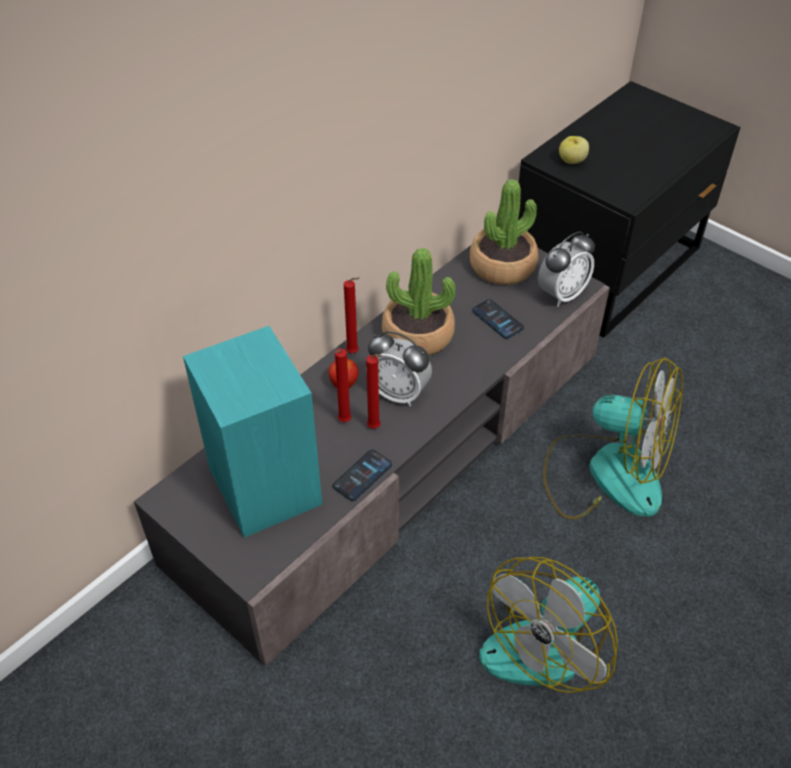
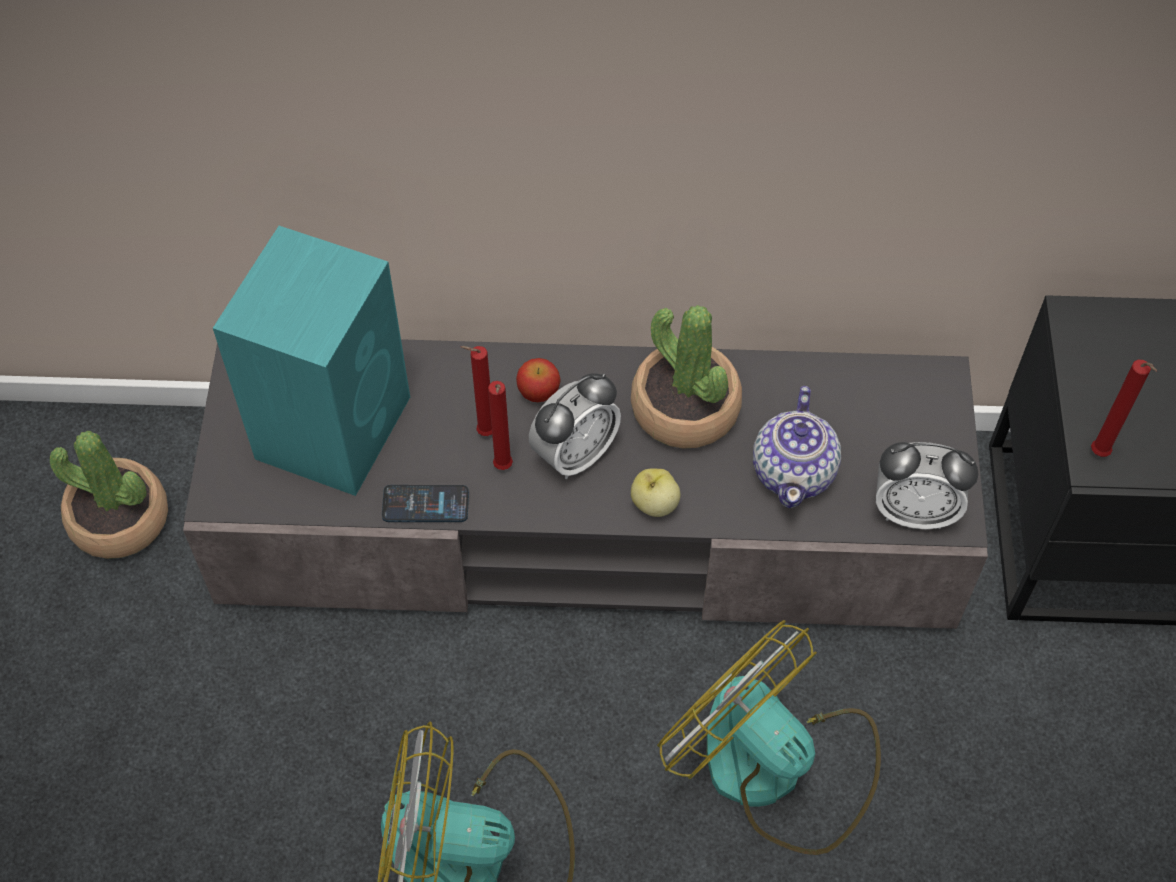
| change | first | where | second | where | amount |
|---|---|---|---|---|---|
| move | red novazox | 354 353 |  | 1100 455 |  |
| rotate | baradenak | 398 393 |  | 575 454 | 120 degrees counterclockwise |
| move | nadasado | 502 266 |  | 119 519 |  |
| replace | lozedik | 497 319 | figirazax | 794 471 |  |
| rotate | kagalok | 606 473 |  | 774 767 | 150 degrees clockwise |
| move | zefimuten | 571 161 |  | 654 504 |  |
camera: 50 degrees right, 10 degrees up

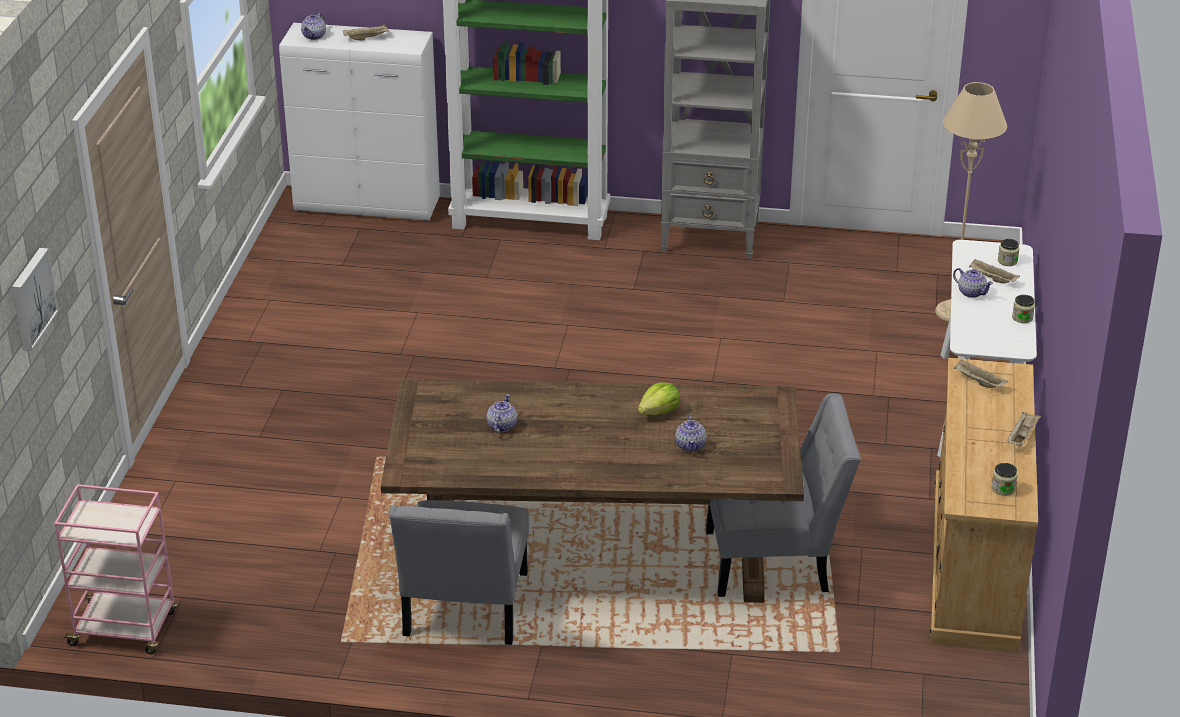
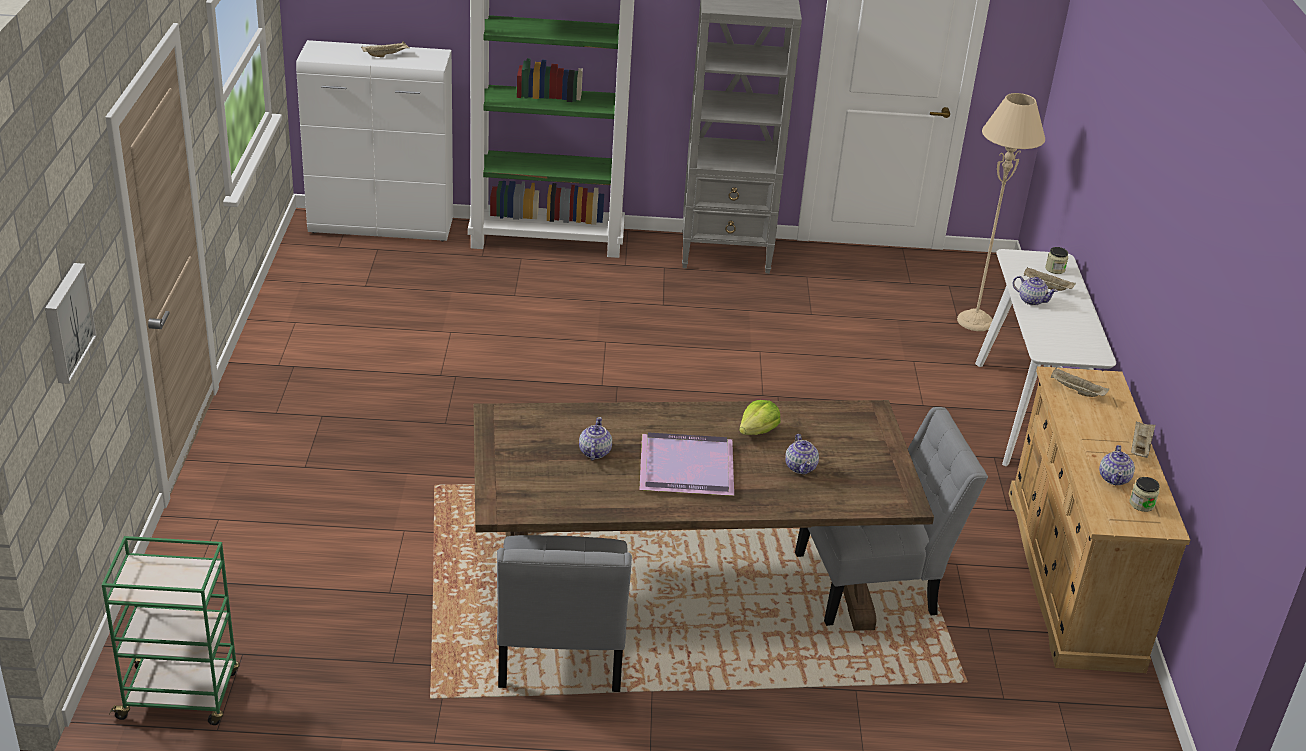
| change | first | where | second | where | amount |
|---|---|---|---|---|---|
| recolor | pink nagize | 125 629 | green nagize | 181 696 |  |
| move | figirazax | 314 36 |  | 1114 478 |  |
| delete | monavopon | 1022 318 |  |  |  |
| insert |  |  | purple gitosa | 684 466 |  |
camera: 10 degrees left, 0 degrees up

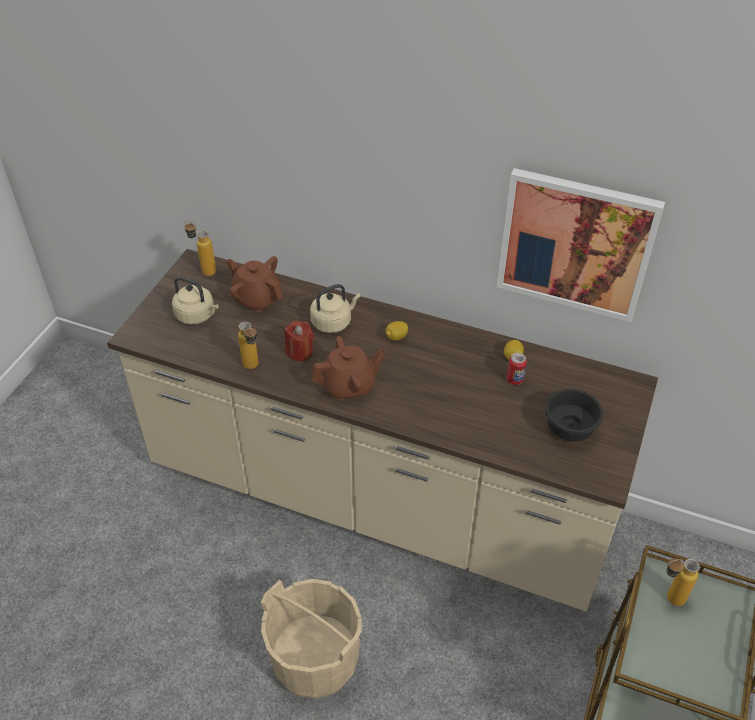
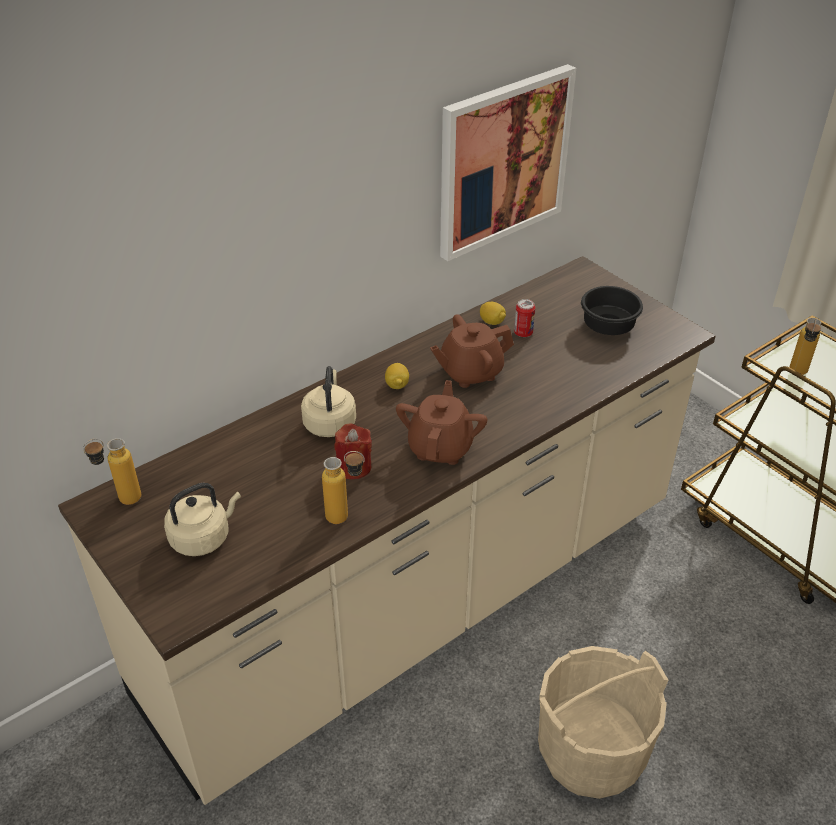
| change | first | where | second | where | amount |
|---|---|---|---|---|---|
| move | brown figirazax | 257 299 |  | 470 372 |  |
camera: 60 degrees left, 5 degrees down

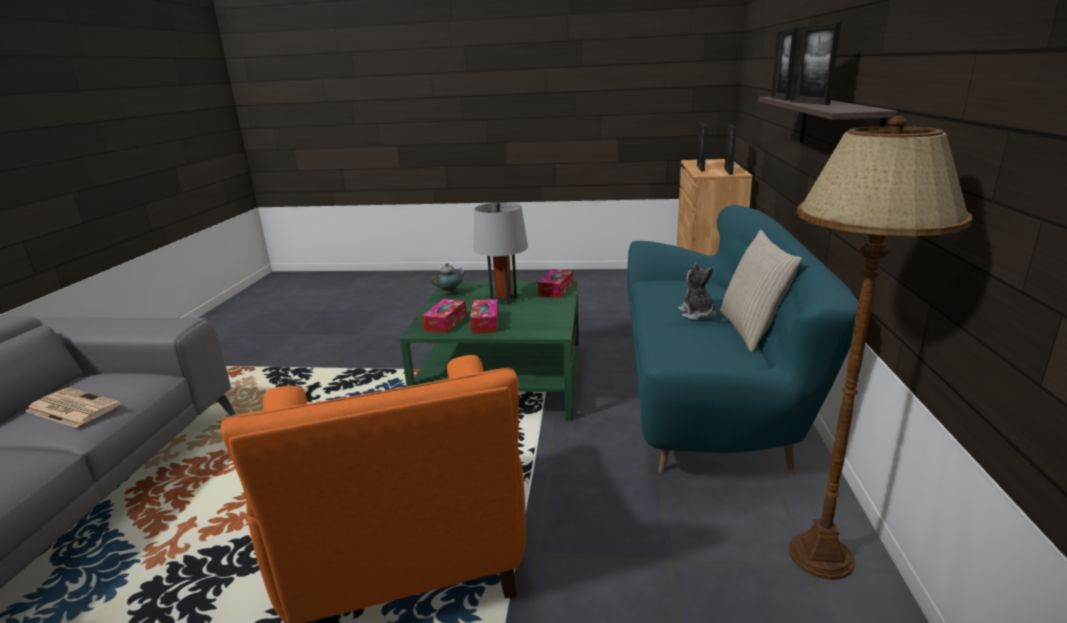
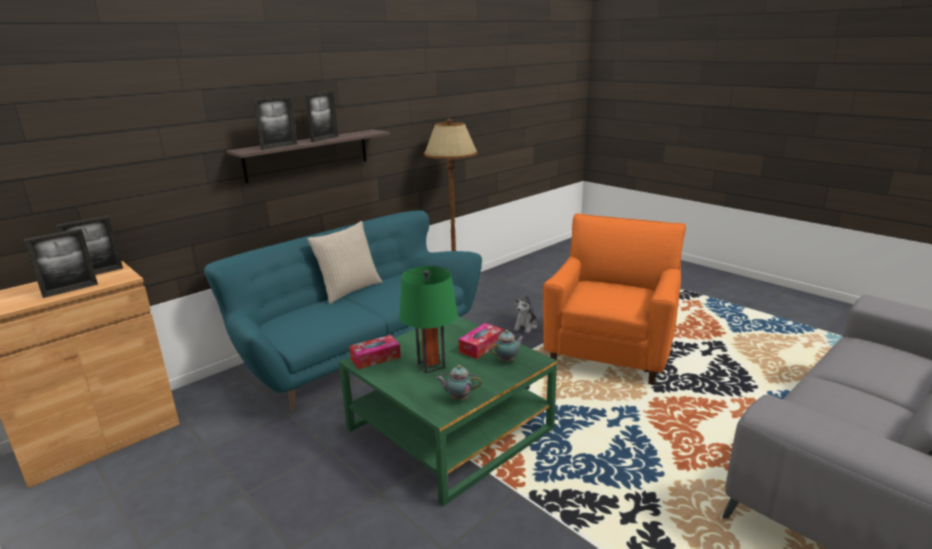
| change | first | where | second | where | amount |
|---|---|---|---|---|---|
| delete | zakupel | 72 408 |  |  |  |
| replace | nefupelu | 445 322 | figirazax | 507 360 |  |
| recolor | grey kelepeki | 504 300 | green kelepeki | 431 366 |  |
| move | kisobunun | 697 314 |  | 526 326 |  |
camera: 140 degrees left, 0 degrees up

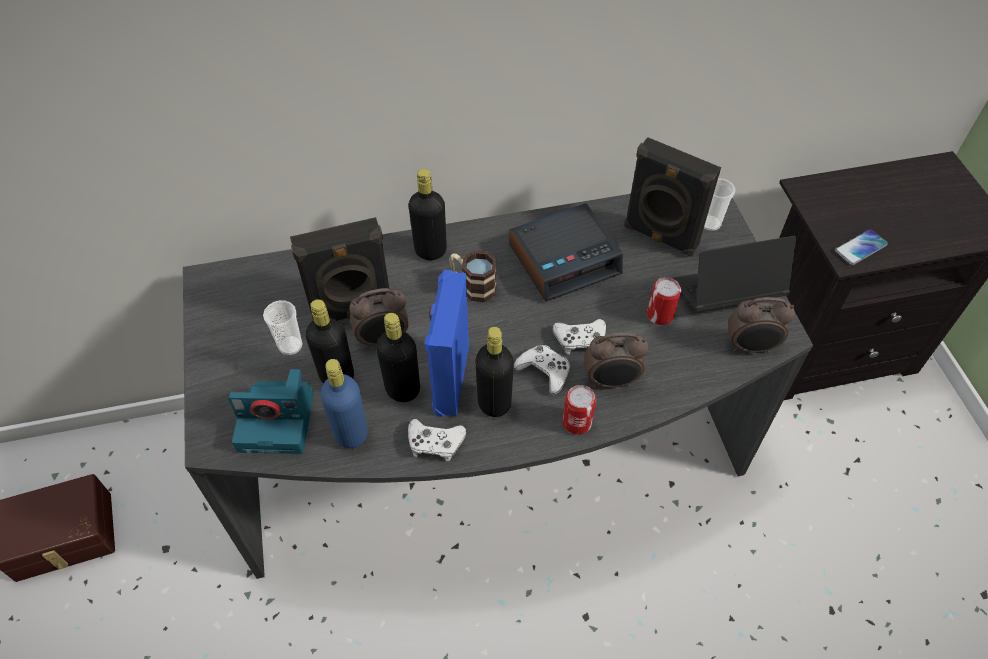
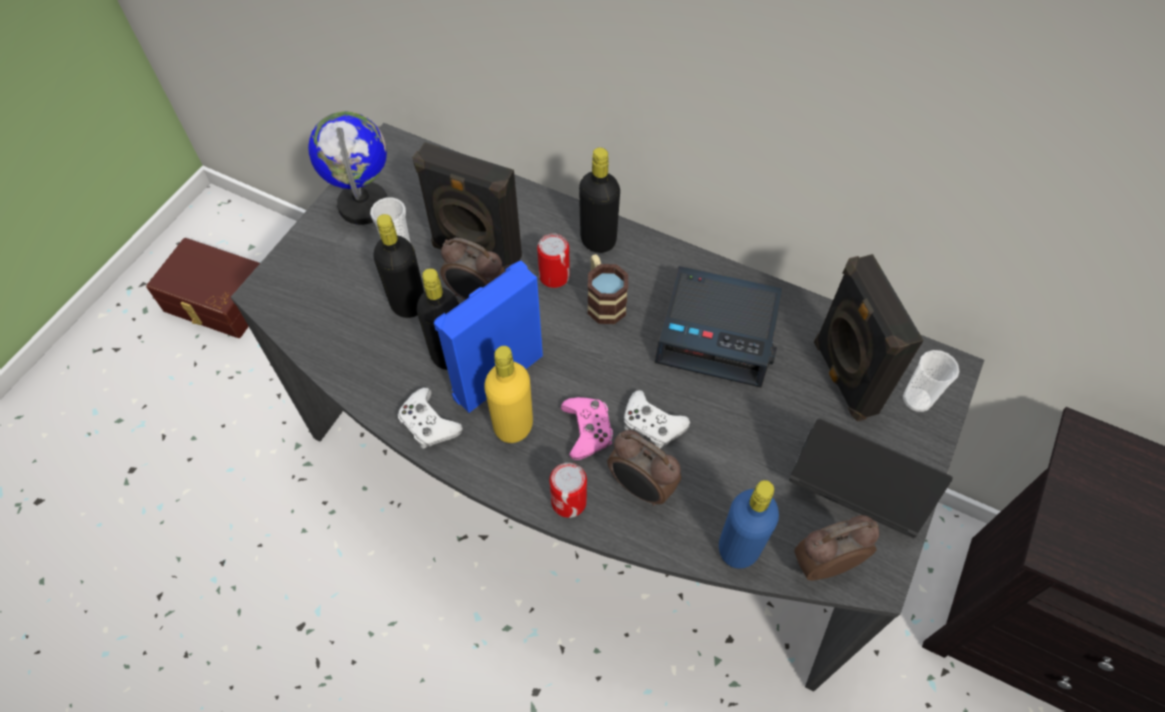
| change | first | where | second | where | amount |
|---|---|---|---|---|---|
| delete | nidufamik | 278 420 |  |  |  |
| move | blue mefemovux | 351 433 |  | 738 548 |  |
| recolor | black mefemovux | 494 403 | yellow mefemovux | 513 426 |  |
| recolor | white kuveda | 544 371 | pink kuveda | 587 430 |  |
| move | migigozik | 660 315 |  | 554 276 |  |
| rotate | baradenak | 750 347 |  | 823 562 | 120 degrees clockwise |
| delete | lozedik | 860 248 |  |  |  |
| insert |  |  | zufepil | 364 205 |  |
camera: 40 degrees right, 5 degrees up

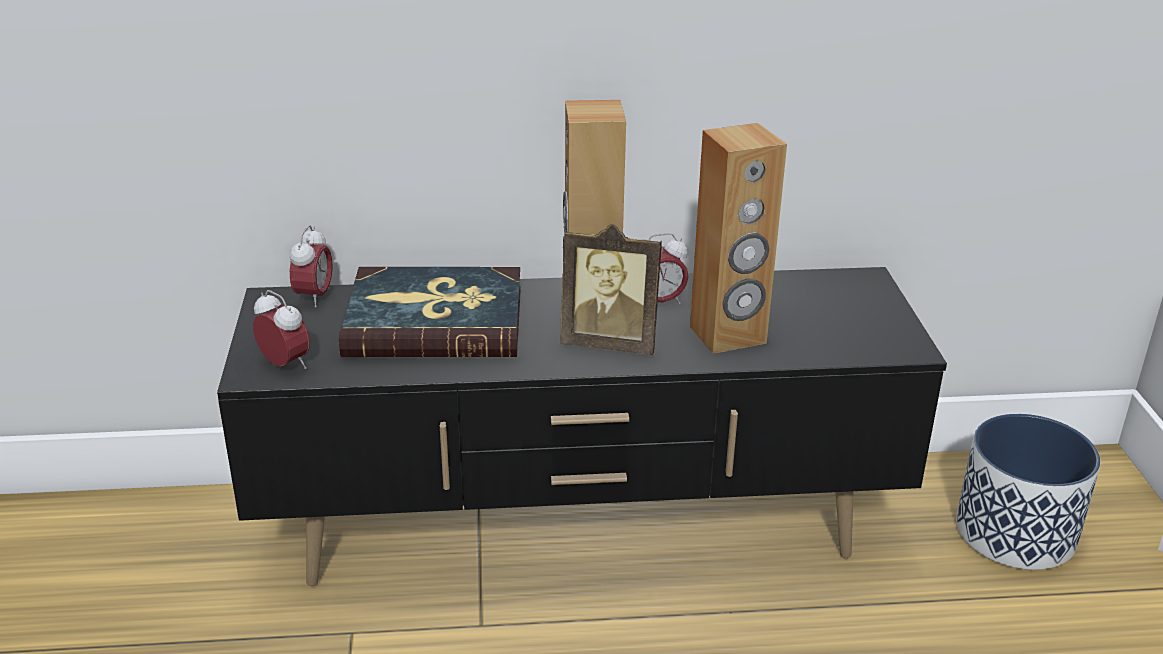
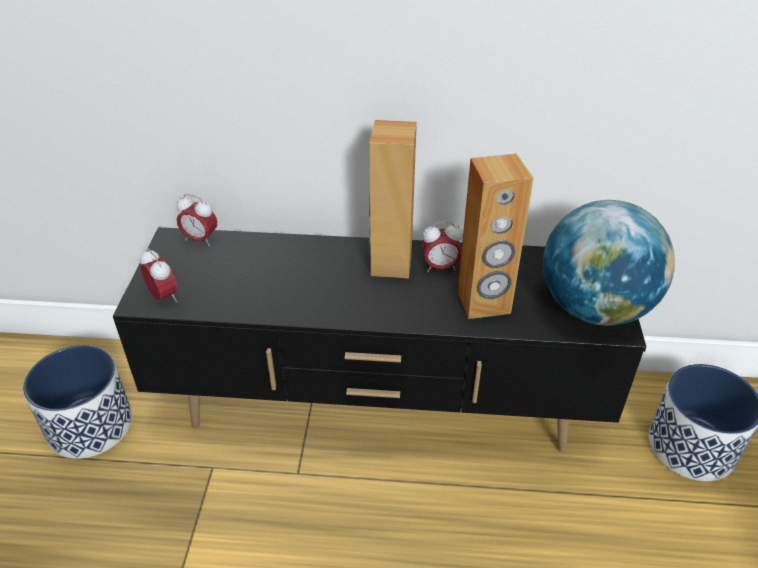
| change | first | where | second | where | amount |
|---|---|---|---|---|---|
| rotate | baradenak | 314 297 |  | 200 239 | 90 degrees clockwise |
| delete | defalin | 435 321 |  |  |  |
| delete | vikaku | 610 342 |  |  |  |
| insert |  |  | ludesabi | 90 425 |  |
| insert |  |  | zufepil | 595 308 |  |
camera: 10 degrees right, 10 degrees up

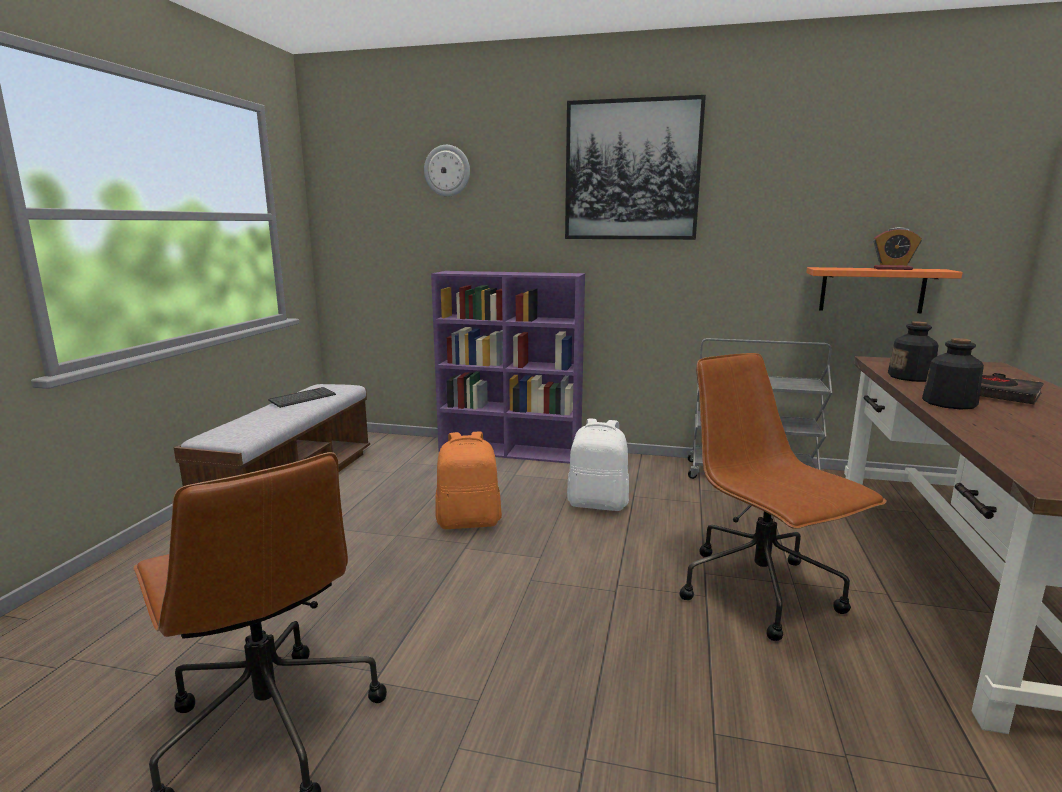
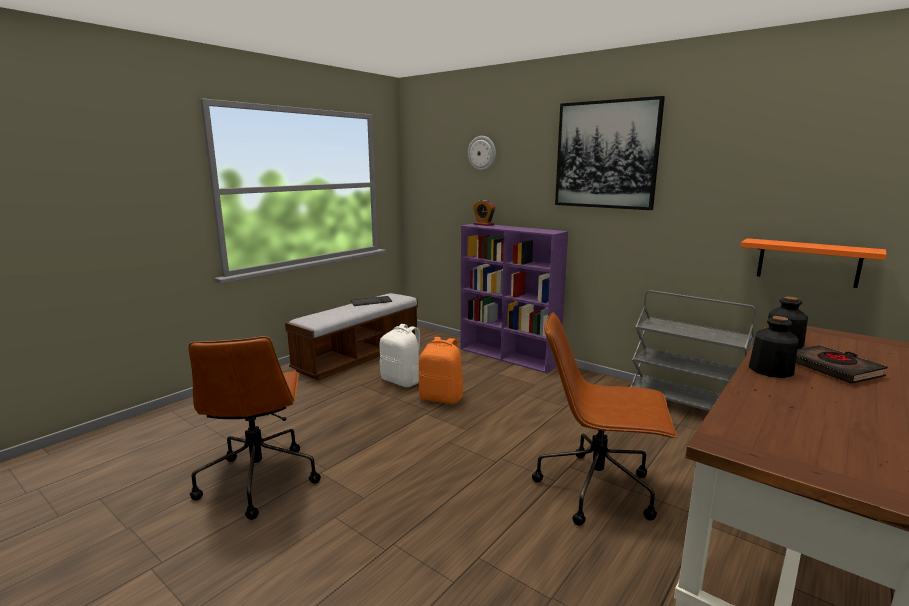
| change | first | where | second | where | amount |
|---|---|---|---|---|---|
| move | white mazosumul | 598 504 |  | 402 381 |  |
| rotate | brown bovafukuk | 761 592 |  | 598 489 | 75 degrees counterclockwise |
| move | baradenak | 892 269 |  | 483 224 |  |
camera: 25 degrees right, 0 degrees up

